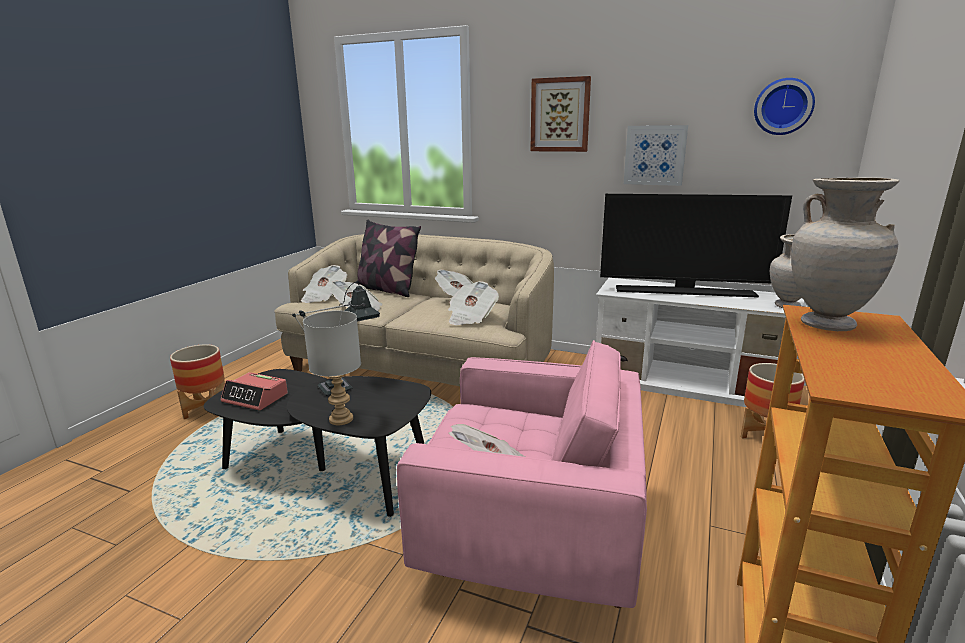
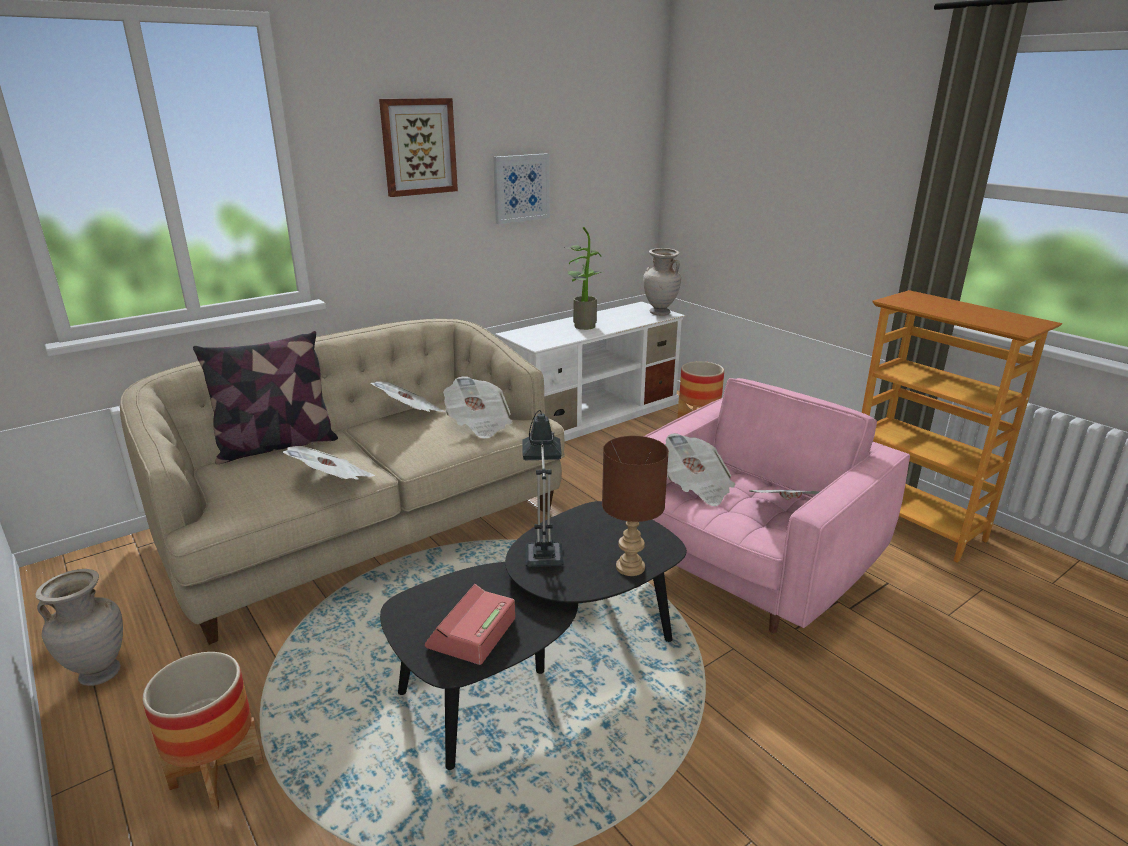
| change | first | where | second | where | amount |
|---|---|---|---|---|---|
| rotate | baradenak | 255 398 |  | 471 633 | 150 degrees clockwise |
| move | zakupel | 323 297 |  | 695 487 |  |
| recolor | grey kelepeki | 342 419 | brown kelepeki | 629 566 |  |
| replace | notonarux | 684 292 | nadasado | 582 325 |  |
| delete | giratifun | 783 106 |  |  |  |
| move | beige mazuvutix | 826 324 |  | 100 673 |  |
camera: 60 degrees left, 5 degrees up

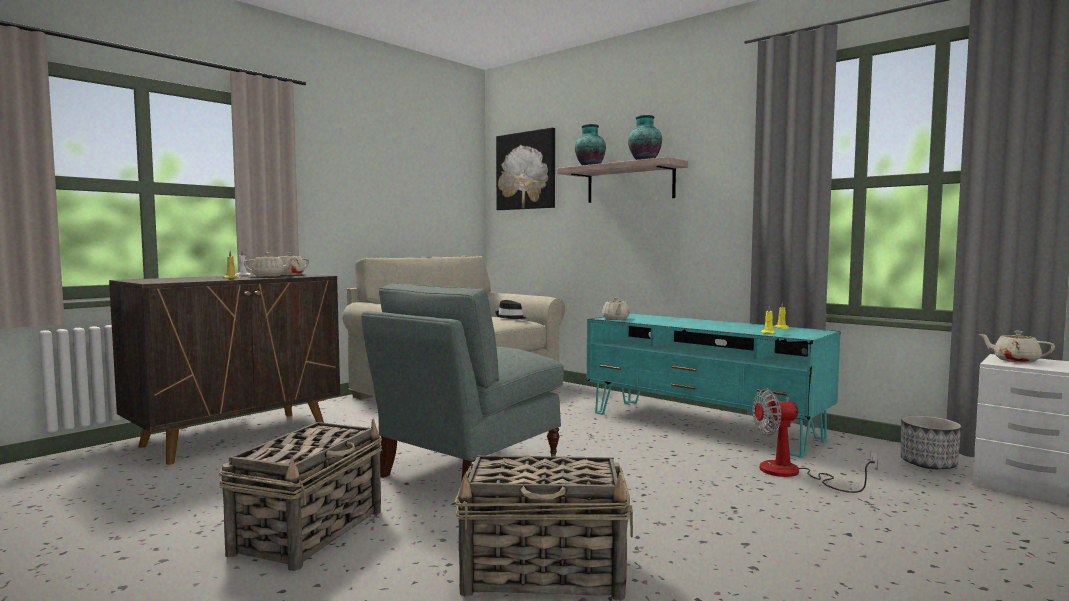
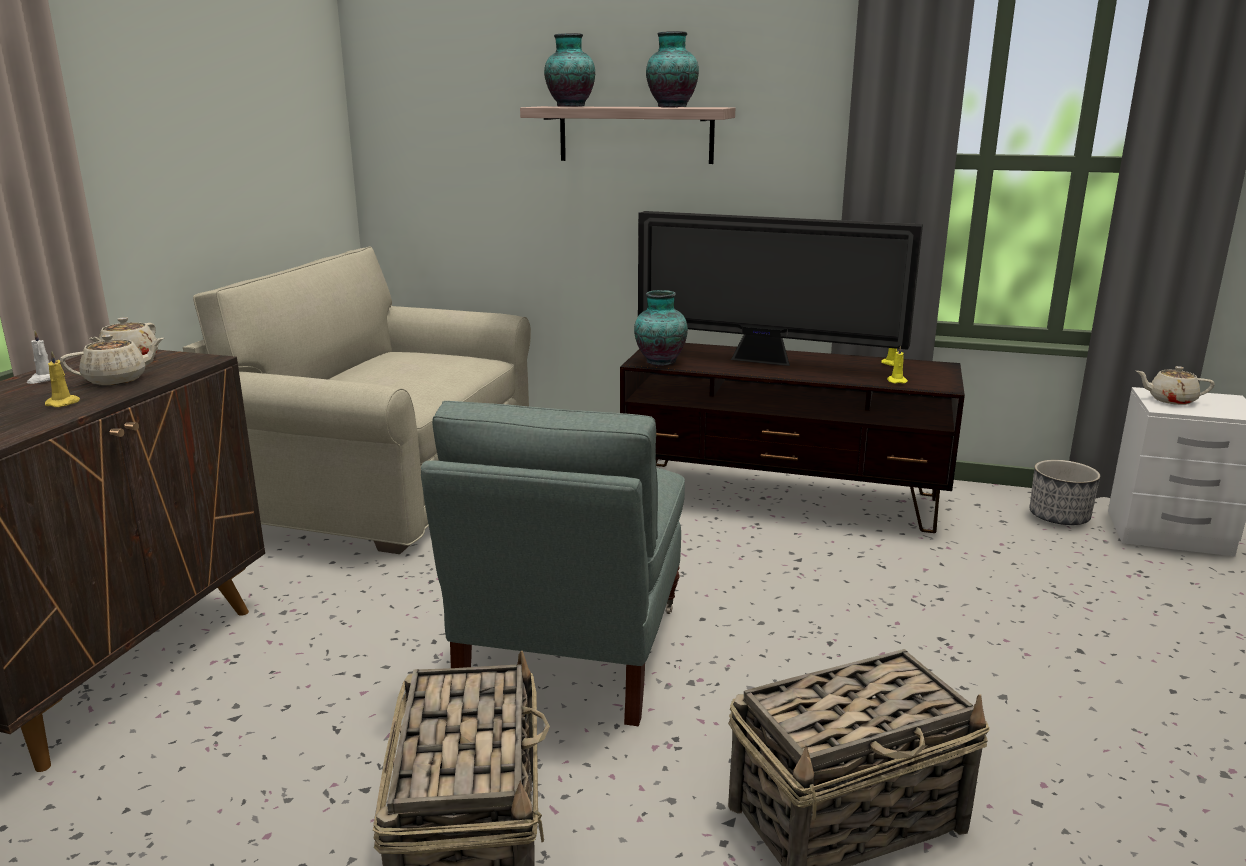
| change | first | where | second | where | amount |
|---|---|---|---|---|---|
| delete | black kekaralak | 511 317 |  |  |  |
| delete | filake | 526 171 |  |  |  |
| recolor | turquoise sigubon | 702 426 | brown sigubon | 783 497 |  |
| replace | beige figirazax | 615 319 | mazuvutix | 659 361 |  |
| delete | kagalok | 793 474 |  |  |  |
| insert |  |  | notonarux | 766 361 |  |
camera: 25 degrees left, 15 degrees up

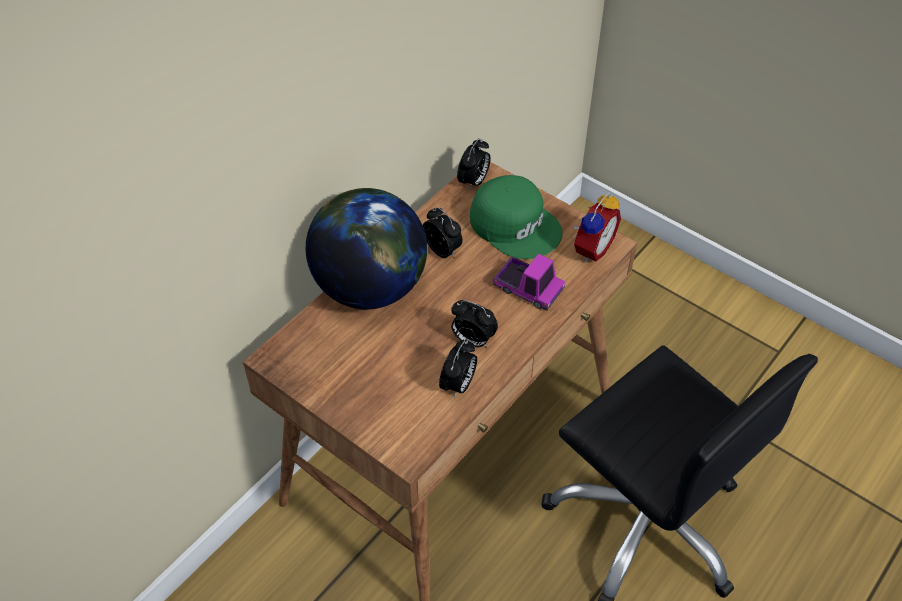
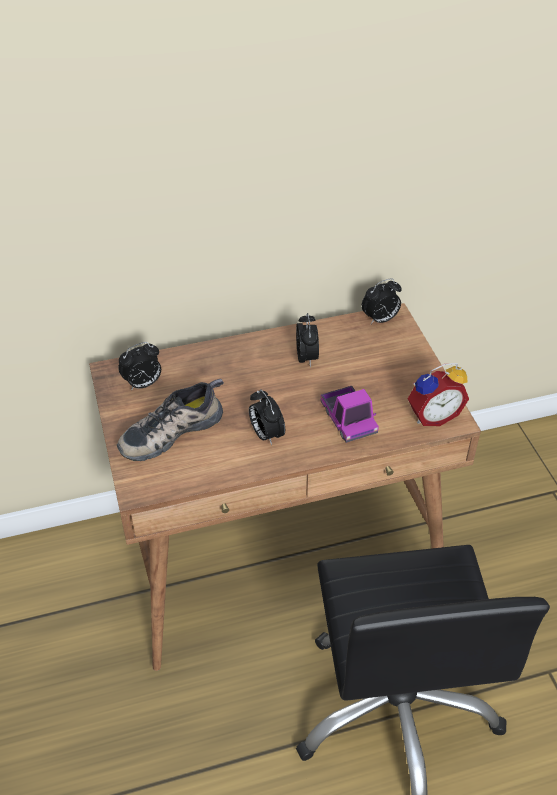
| change | first | where | second | where | amount |
|---|---|---|---|---|---|
| delete | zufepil | 370 286 |  |  |  |
| move | baradenak | 458 385 |  | 143 384 |  |
| delete | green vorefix | 516 224 |  |  |  |
| insert |  |  | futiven | 171 430 |  |
camera: 35 degrees right, 5 degrees down

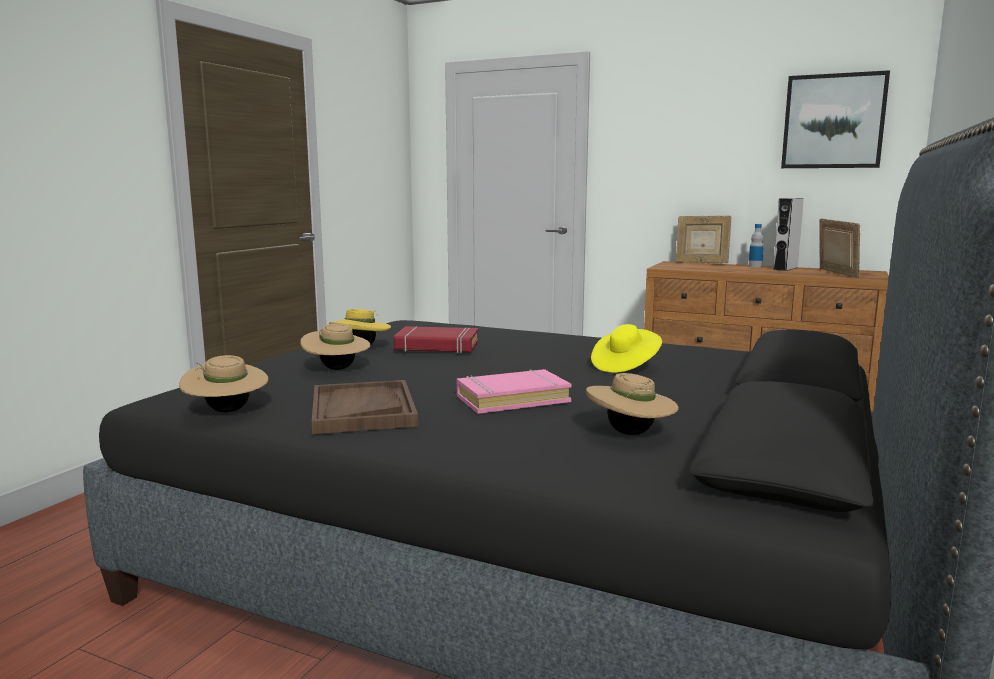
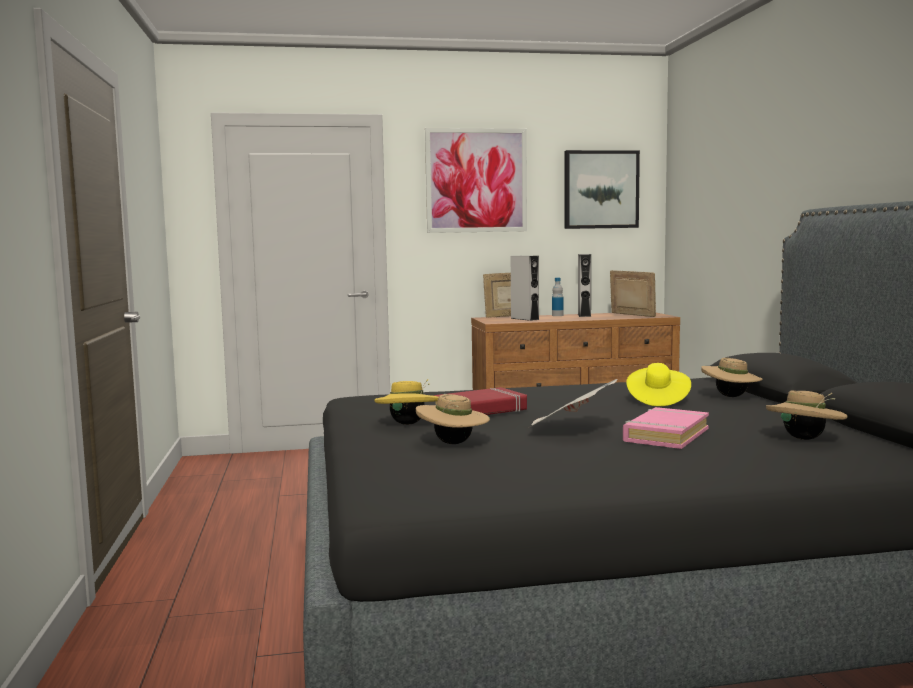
| change | first | where | second | where | amount |
|---|---|---|---|---|---|
| move | beige kekaralak | 227 411 |  | 731 397 |  |
| delete | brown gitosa | 362 410 |  |  |  |
| insert |  |  | filake | 476 180 |  |
| insert |  |  | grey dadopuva | 524 319 |  |
| insert |  |  | zakupel | 569 429 |  |
camera: 35 degrees left, 5 degrees down

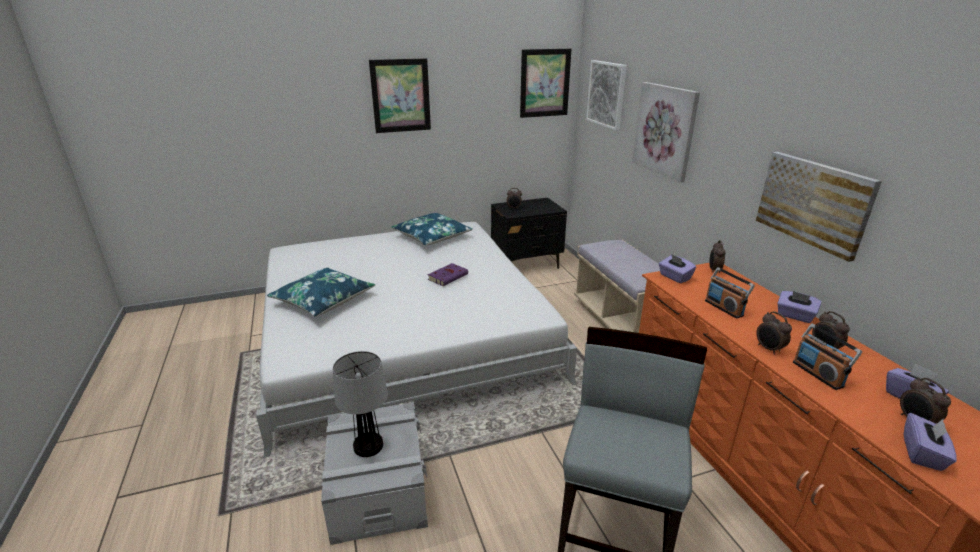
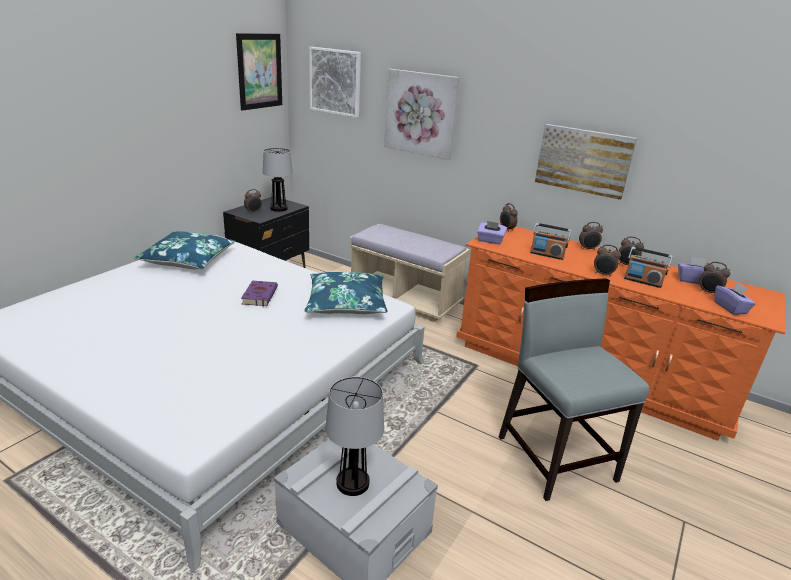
| change | first | where | second | where | amount |
|---|---|---|---|---|---|
| move | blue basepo | 323 300 |  | 346 303 |  |
| delete | filake | 400 96 |  |  |  |
| replace | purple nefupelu | 794 316 | baradenak | 588 249 |  |
| insert |  |  | kelepeki | 279 209 |  |
camera: 40 degrees left, 0 degrees up

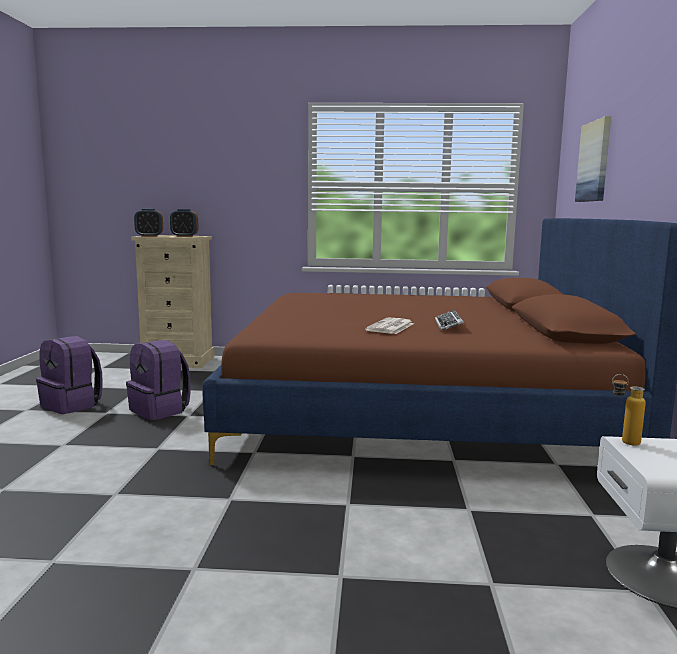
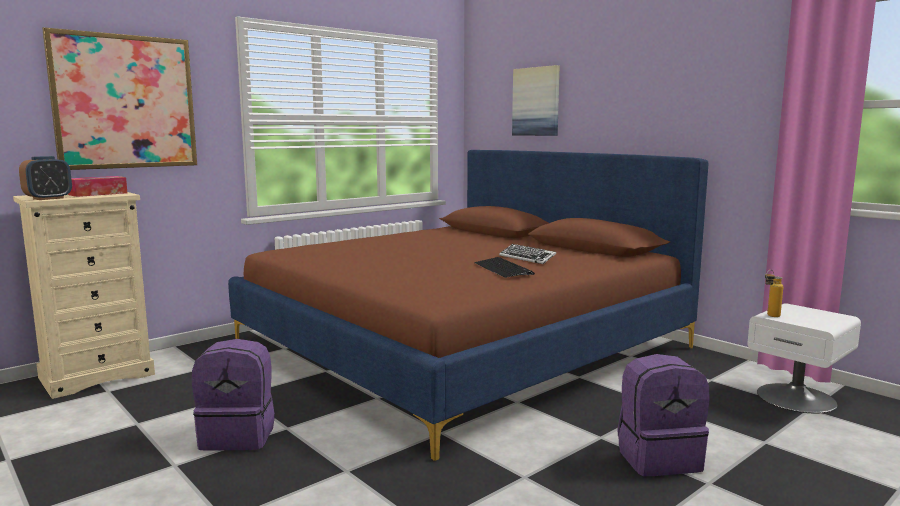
| change | first | where | second | where | amount |
|---|---|---|---|---|---|
| move | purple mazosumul | 72 405 |  | 658 458 |  |
| replace | baradenak | 184 236 | nefupelu | 98 194 |  |
| replace | zakupel | 390 327 | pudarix | 503 269 |  |
| insert |  |  | filake | 125 102 |  |
camera: 45 degrees left, 0 degrees up

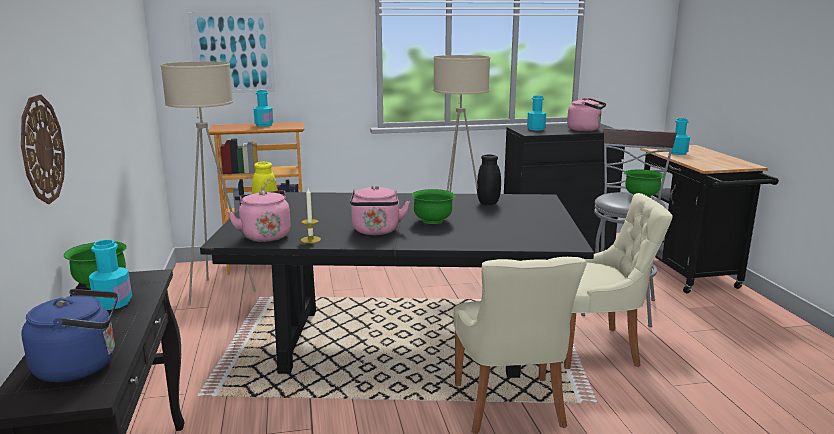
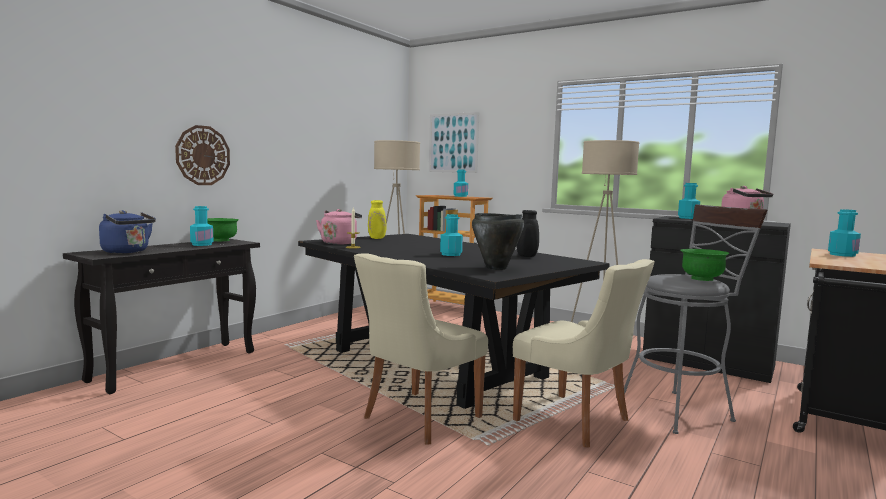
| change | first | where | second | where | amount |
|---|---|---|---|---|---|
| delete | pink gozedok | 376 231 |  |  |  |
| replace | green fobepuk | 433 221 | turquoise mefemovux | 451 254 |  |
| insert |  |  | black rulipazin | 496 268 |  |
camera: 45 degrees right, 10 degrees down

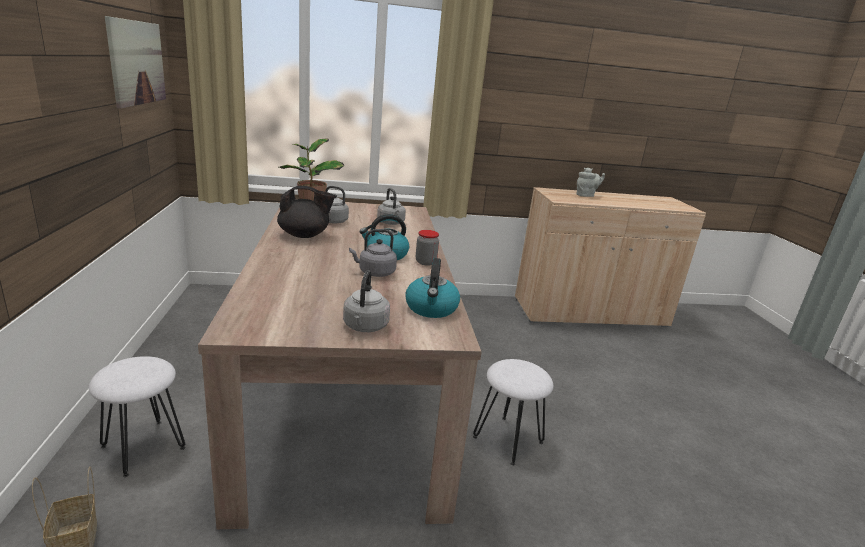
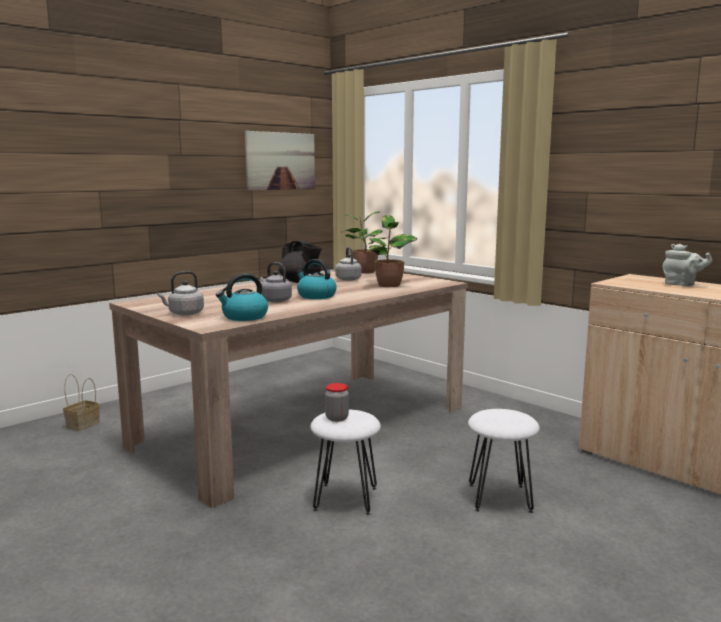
| change | first | where | second | where | amount |
|---|---|---|---|---|---|
| move | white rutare | 143 446 |  | 499 497 |  |
| replace | grey gozedok | 391 223 | nadasado | 390 285 |  |
| move | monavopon | 425 262 |  | 337 418 |  |
camera: 55 degrees right, 10 degrees down

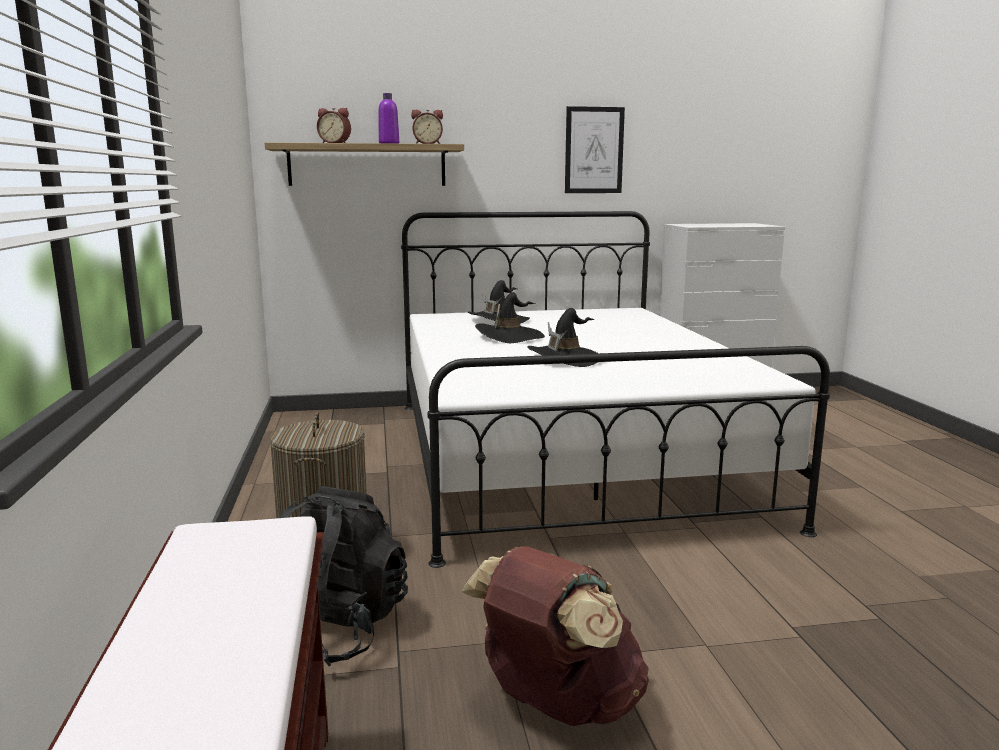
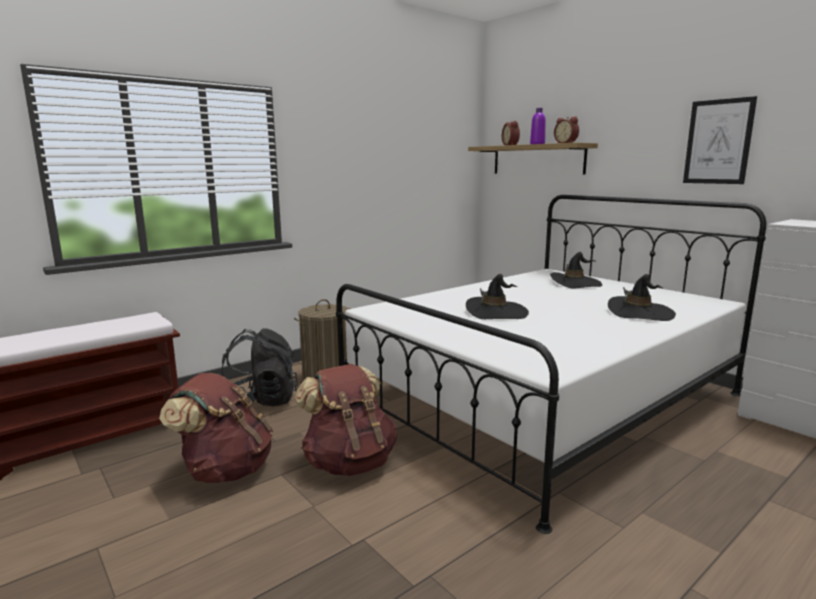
| change | first | where | second | where | amount |
|---|---|---|---|---|---|
| move | black kekaralak | 509 336 |  | 640 313 |  |
| insert |  |  | brown mazosumul | 349 462 |  |
camera: 60 degrees right, 0 degrees up

